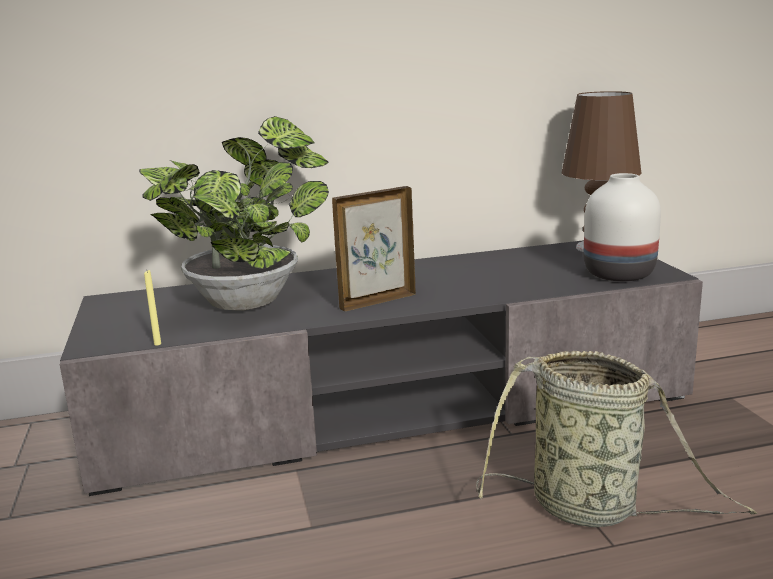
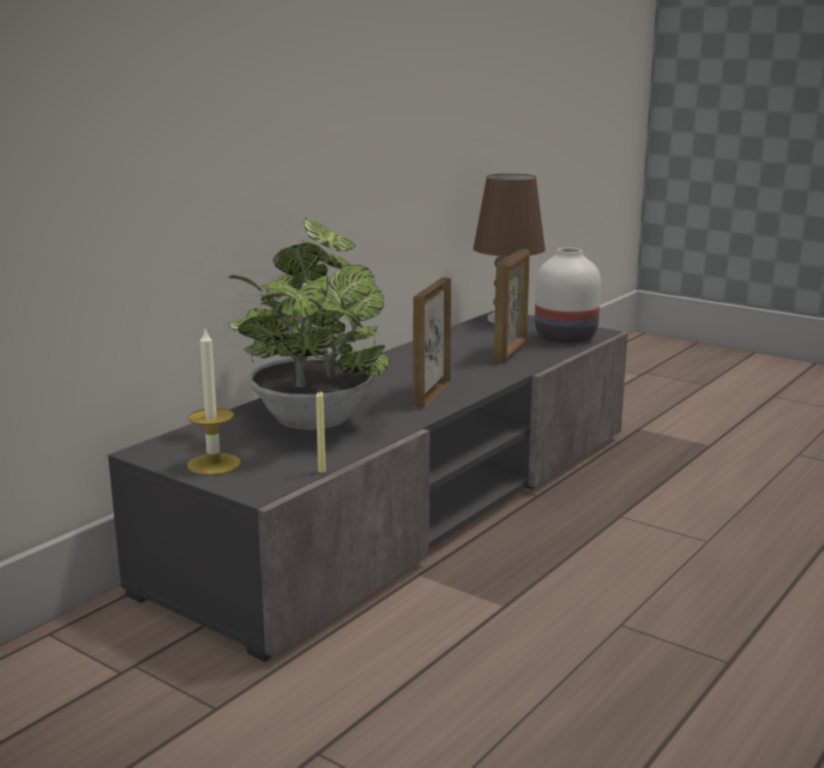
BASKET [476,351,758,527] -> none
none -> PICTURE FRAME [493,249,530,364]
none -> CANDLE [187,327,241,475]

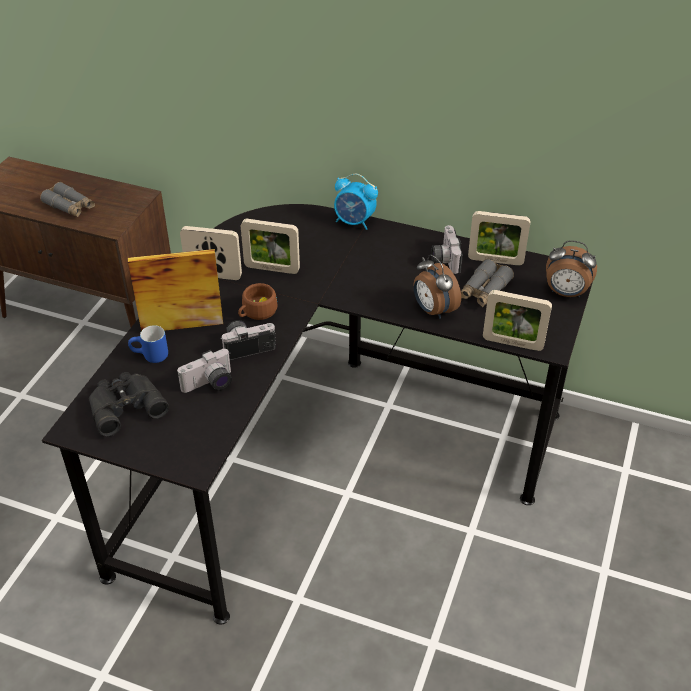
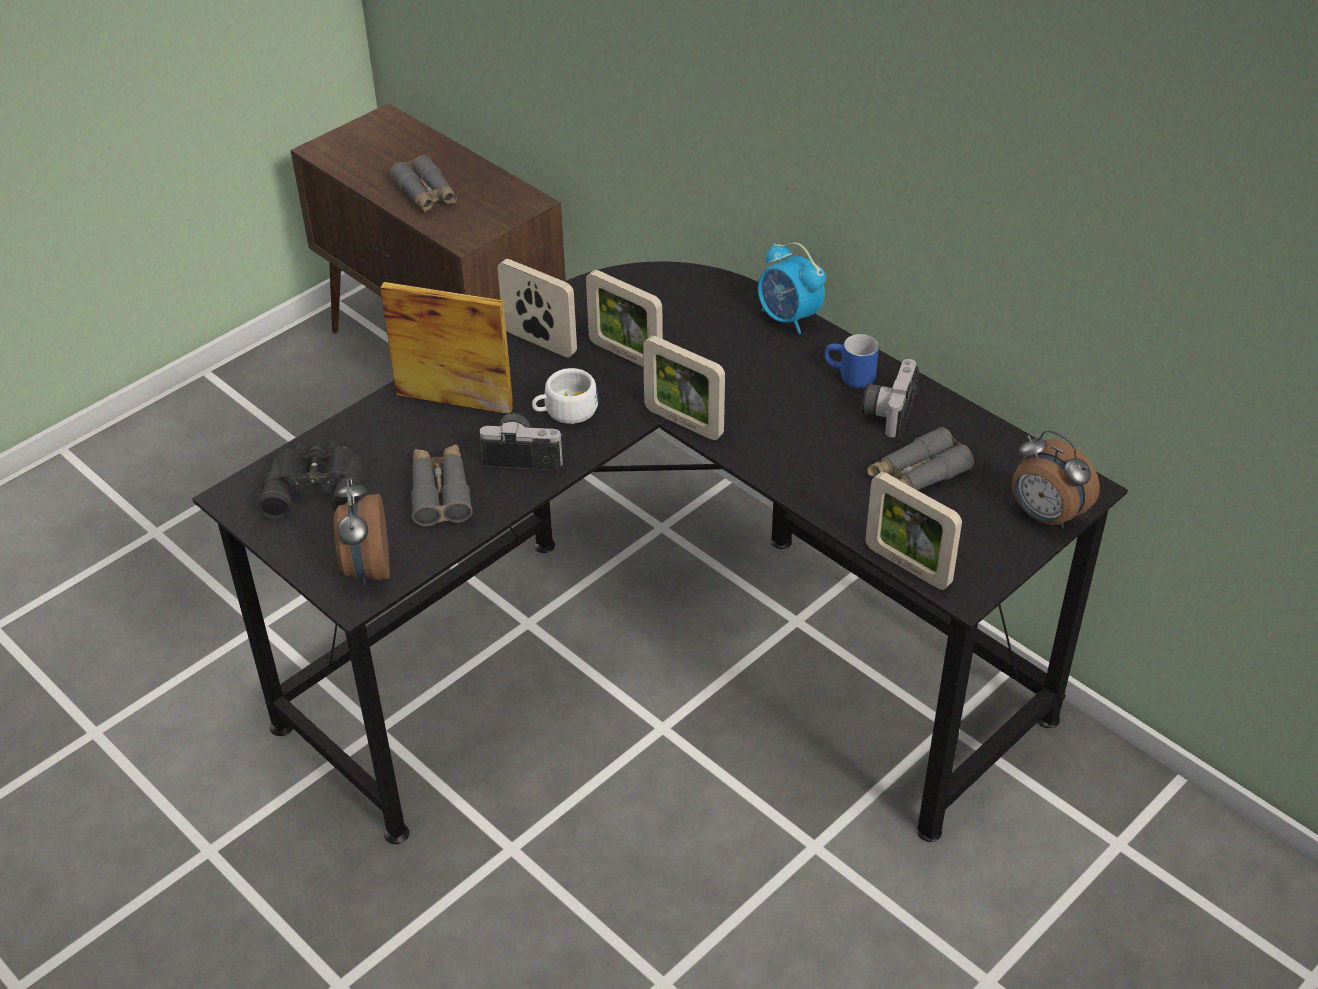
PICTURE FRAME [468,211,530,266] -> PICTURE FRAME [643,336,725,440], relocated
ALARM CLOCK [414,255,461,319] -> ALARM CLOCK [334,478,390,586], relocated
BROWN CUP [238,283,278,320] -> WHITE CUP [532,368,598,424]
BLUE MUG [128,325,168,363] -> BLUE MUG [824,334,879,388], relocated
PHOTO CAMERA [177,349,232,393] -> GREY BINOCULARS [411,444,473,526]

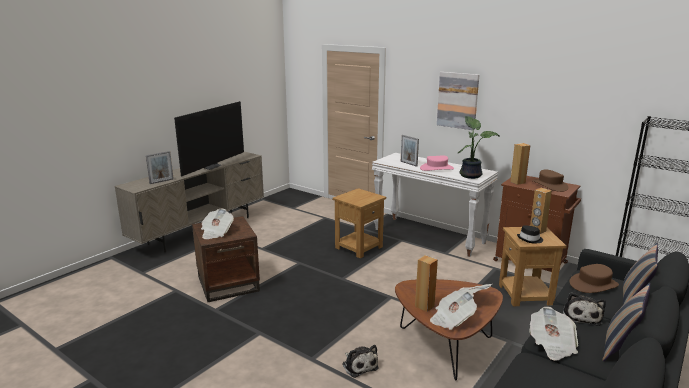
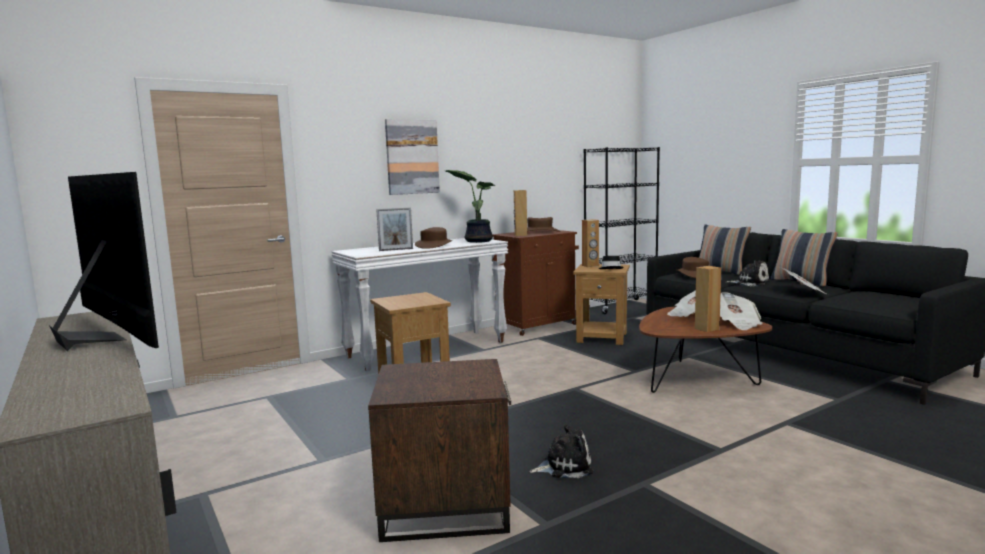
PICTURE FRAME [146,151,174,184] -> none
PINK HAT [420,155,454,171] -> BROWN HAT [415,227,452,249]
NEWSPAPER [201,209,234,239] -> none
PLUSH TOY [342,345,378,378] -> PLUSH TOY [530,424,593,478], relocated

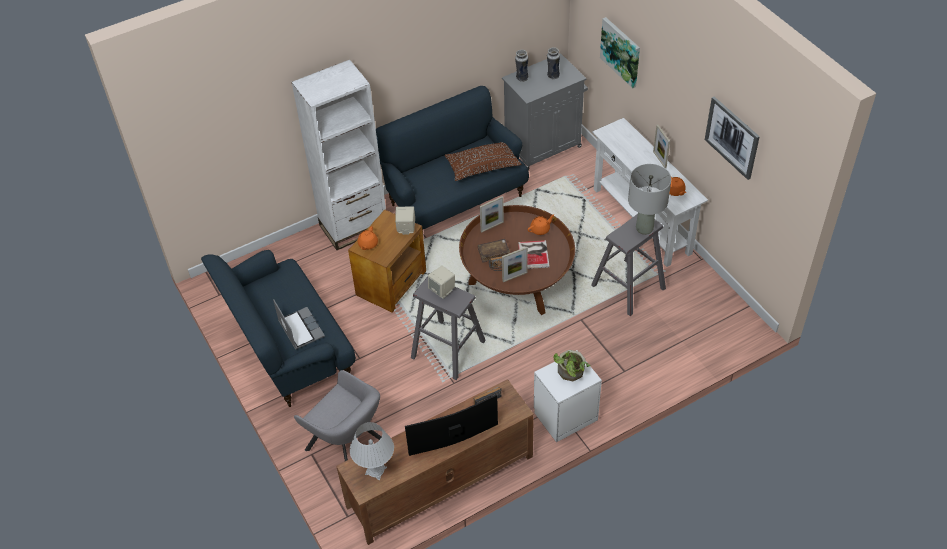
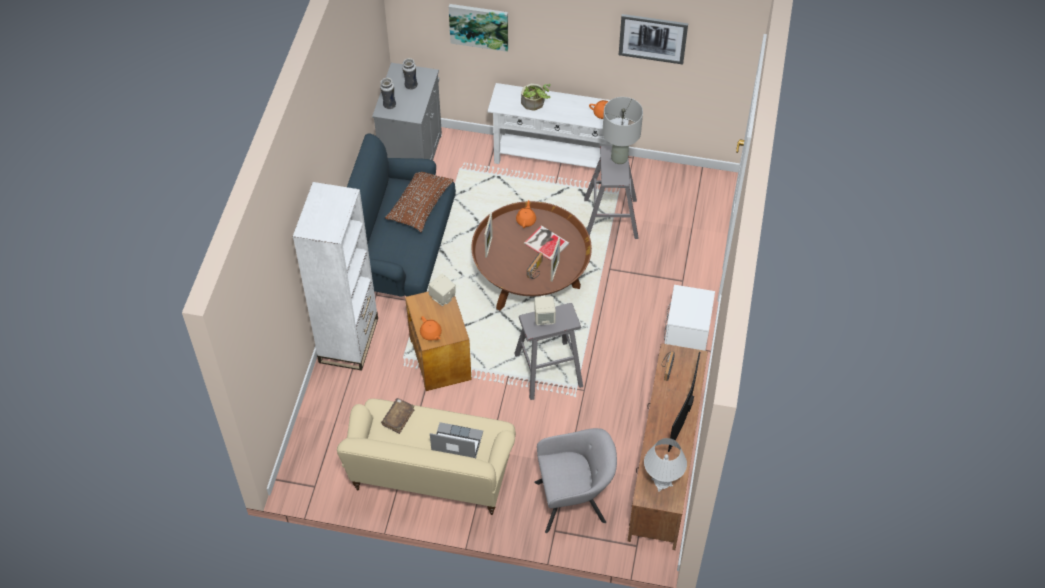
PICTURE FRAME [653,125,670,168] -> none
BROWN BOOK [478,239,510,263] -> BROWN BOOK [381,398,415,434], relocated
BLUE SOFA [201,250,356,407] -> BEIGE SOFA [337,398,516,515]
POTTED PLANT [553,350,590,381] -> POTTED PLANT [521,83,551,111], relocated

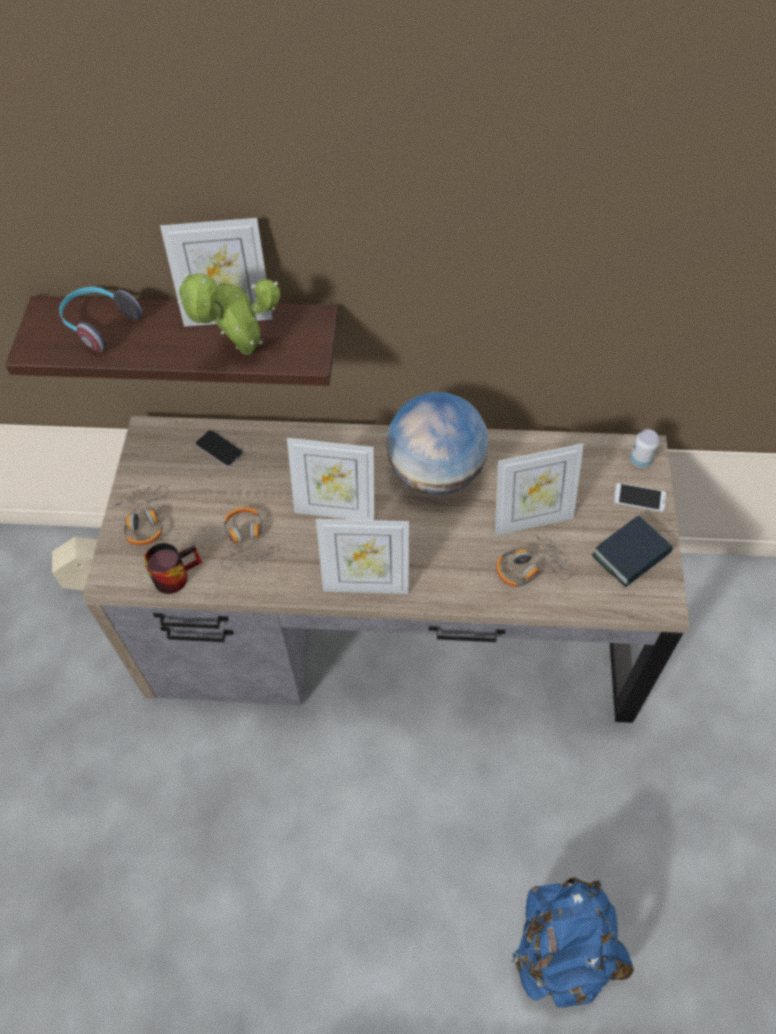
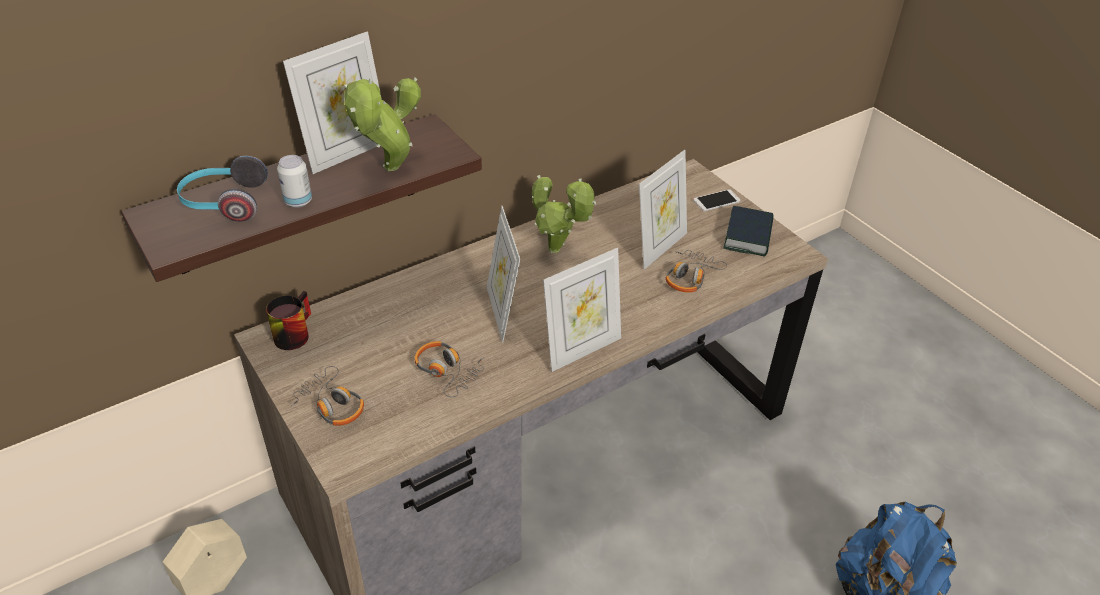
GLOBE [386,392,489,495] -> POTTED PLANT [532,175,596,253]
CAN [630,429,659,468] -> CAN [277,155,312,208], relocated
PHONE [195,430,243,467] -> none
PICTURE FRAME [287,438,374,520] -> PICTURE FRAME [487,206,520,343], 105 degrees clockwise
MUG [144,543,202,594] -> MUG [266,291,311,350], relocated

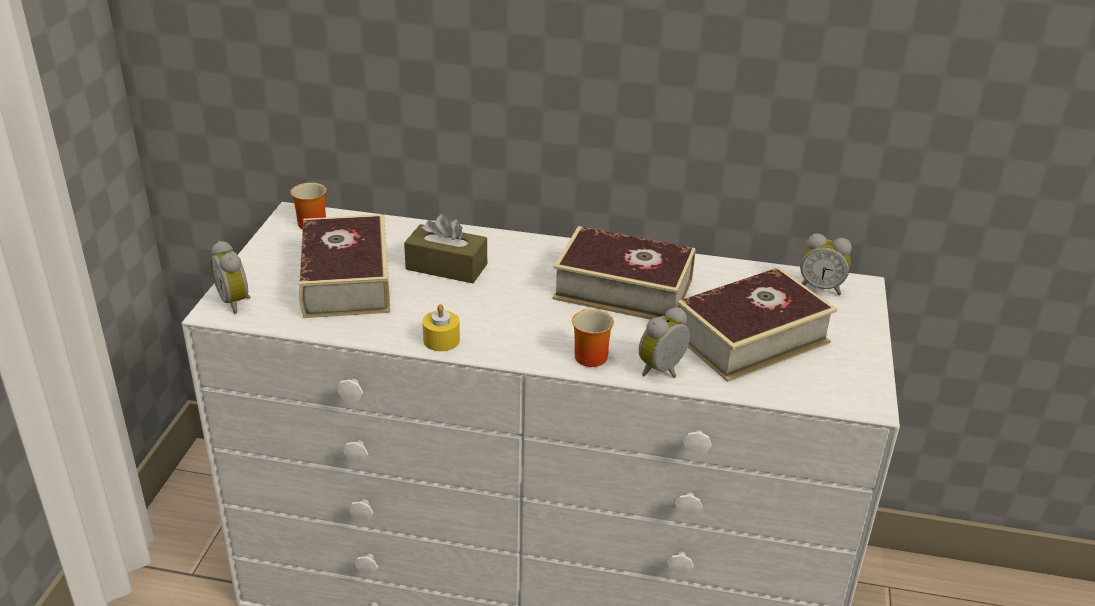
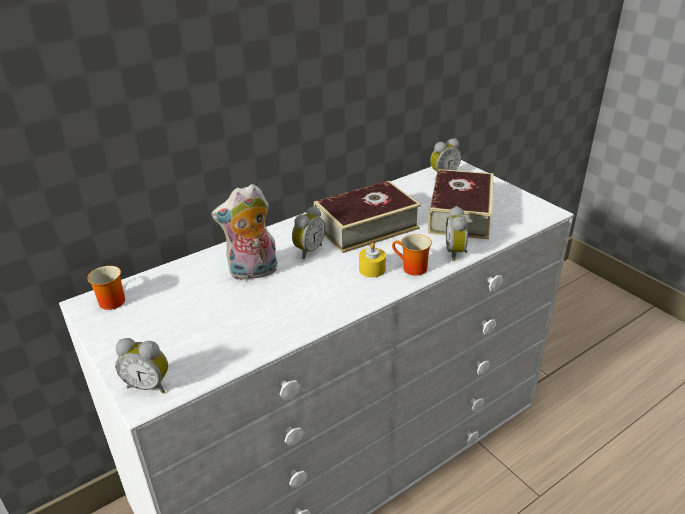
BROWN TISSUE BOX [404,214,487,283] -> PLUSH TOY [211,184,278,281]
BOOK [299,215,390,318] -> none
YELLOW CANDLE [423,304,460,351] -> YELLOW CANDLE [359,243,386,277], relocated
none -> ALARM CLOCK [292,206,325,259]

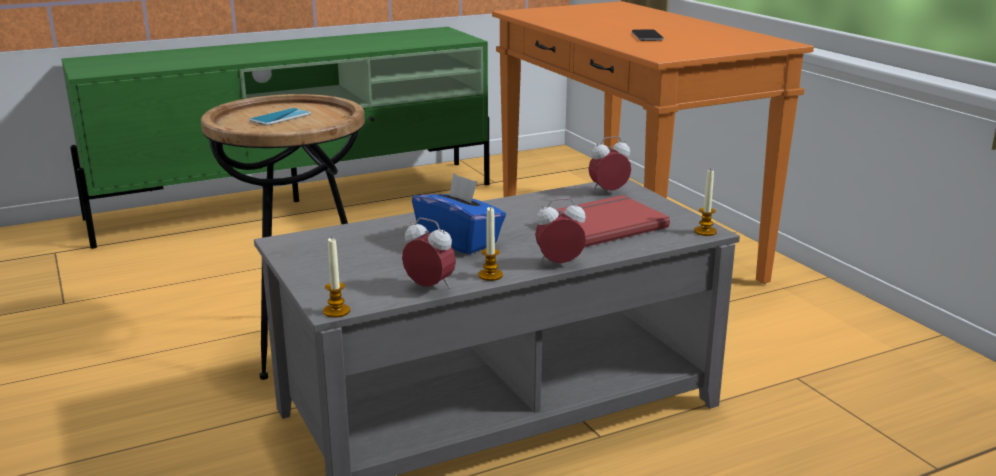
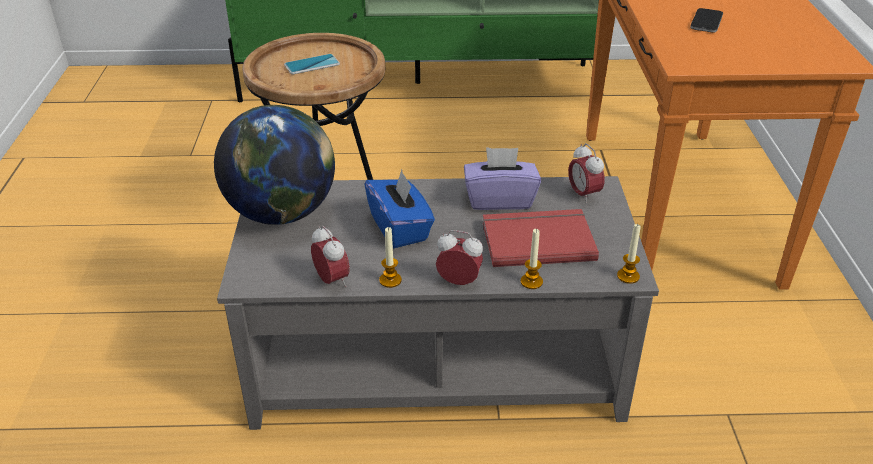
ALARM CLOCK [588,136,631,192] -> ALARM CLOCK [568,143,605,204], 120 degrees counterclockwise
CANDLE [323,238,350,318] -> CANDLE [521,229,543,289], relocated
none -> GLOBE [214,105,335,225]
none -> PURPLE TISSUE BOX [464,147,541,210]

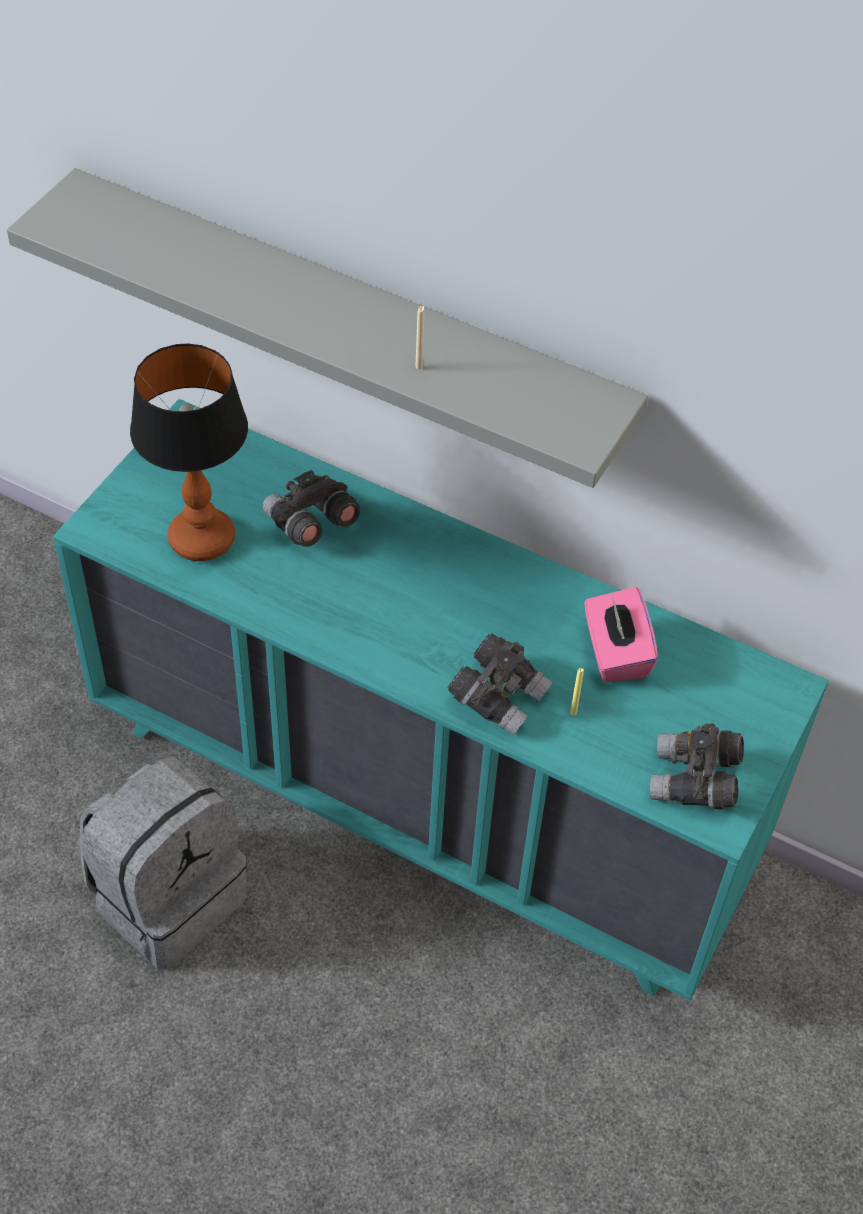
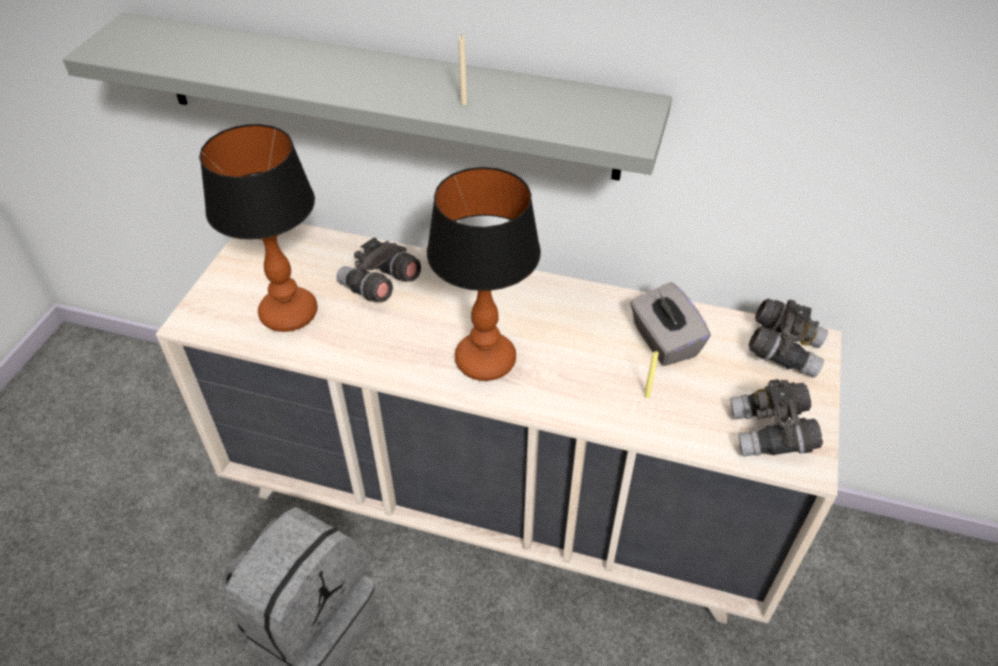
TURQUOISE DRESSER [53,399,829,1000] -> BEIGE DRESSER [156,223,841,624]
PINK TISSUE BOX [584,587,658,682] -> GREY TISSUE BOX [630,282,711,366]
GREY BINOCULARS [448,634,553,735] -> GREY BINOCULARS [749,299,828,378], relocated
none -> TABLE LAMP [427,167,541,381]

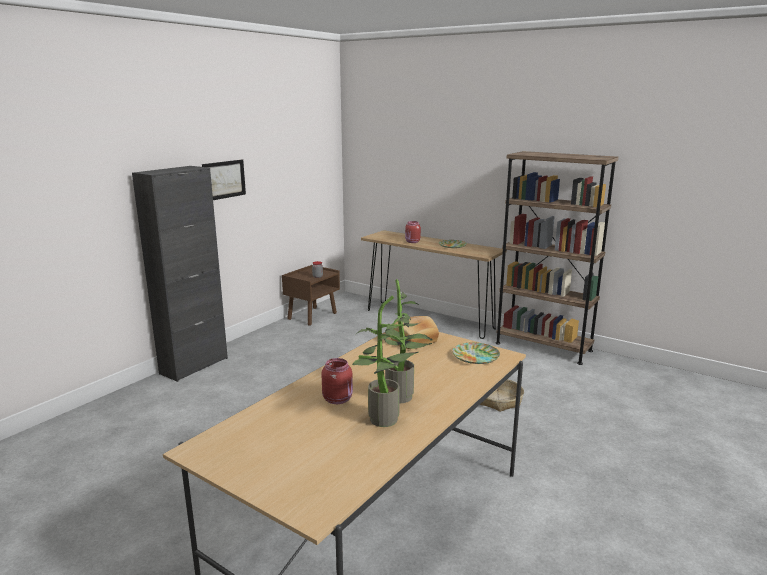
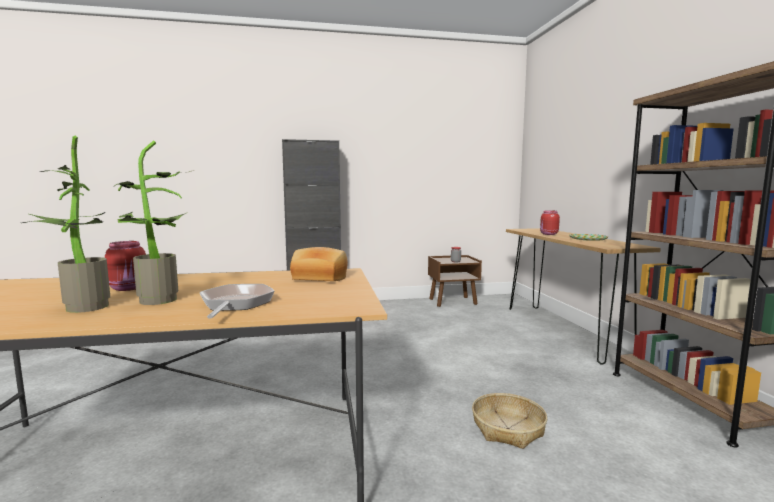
PICTURE [202,159,246,200] -> none
PLATE [452,342,500,364] -> none
none -> FRYING PAN [200,284,275,319]

